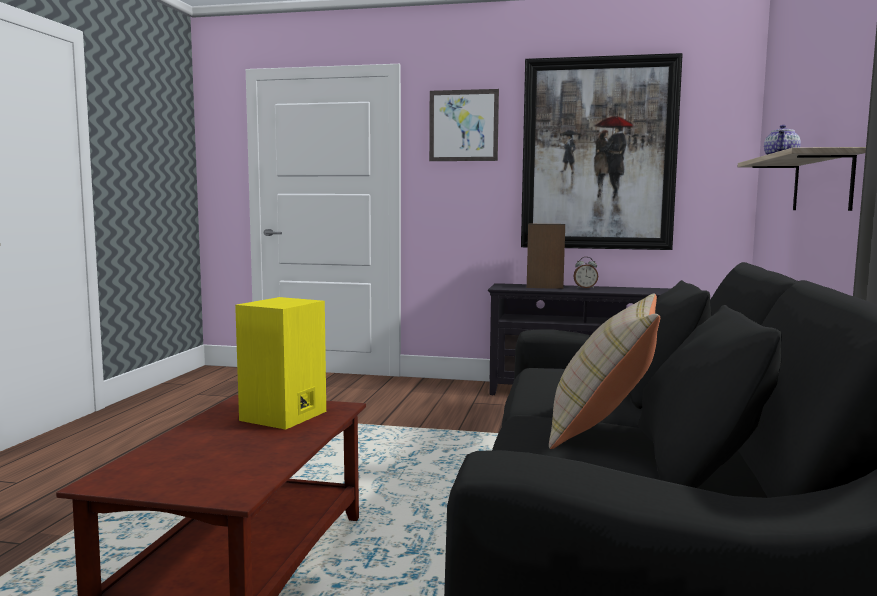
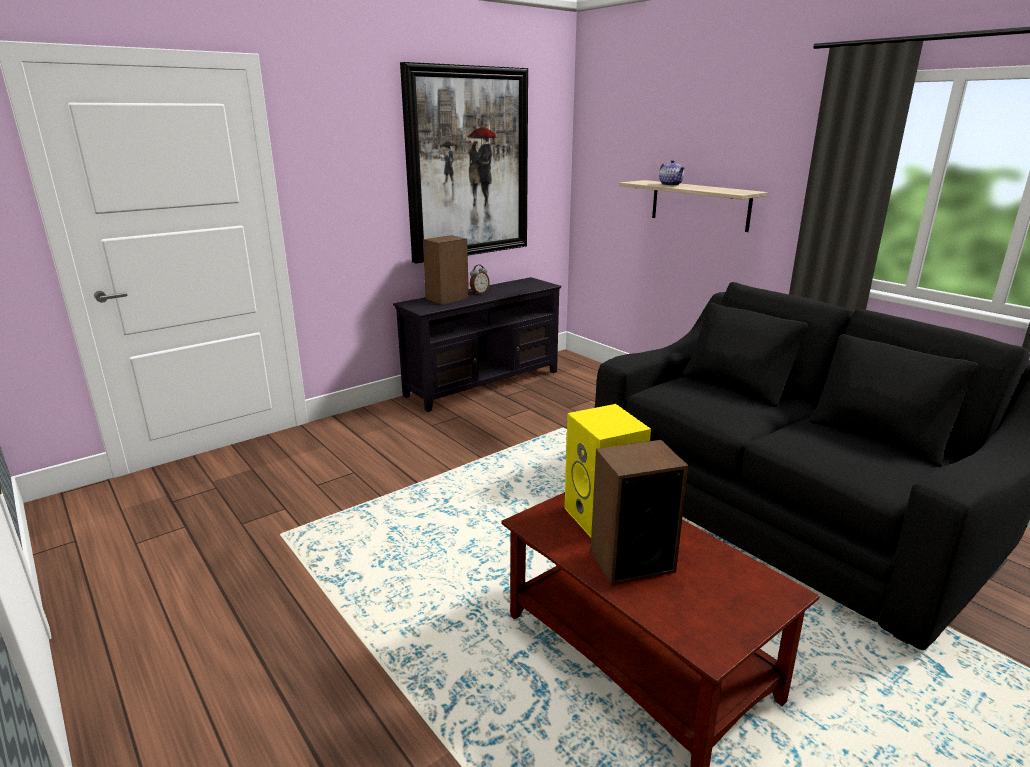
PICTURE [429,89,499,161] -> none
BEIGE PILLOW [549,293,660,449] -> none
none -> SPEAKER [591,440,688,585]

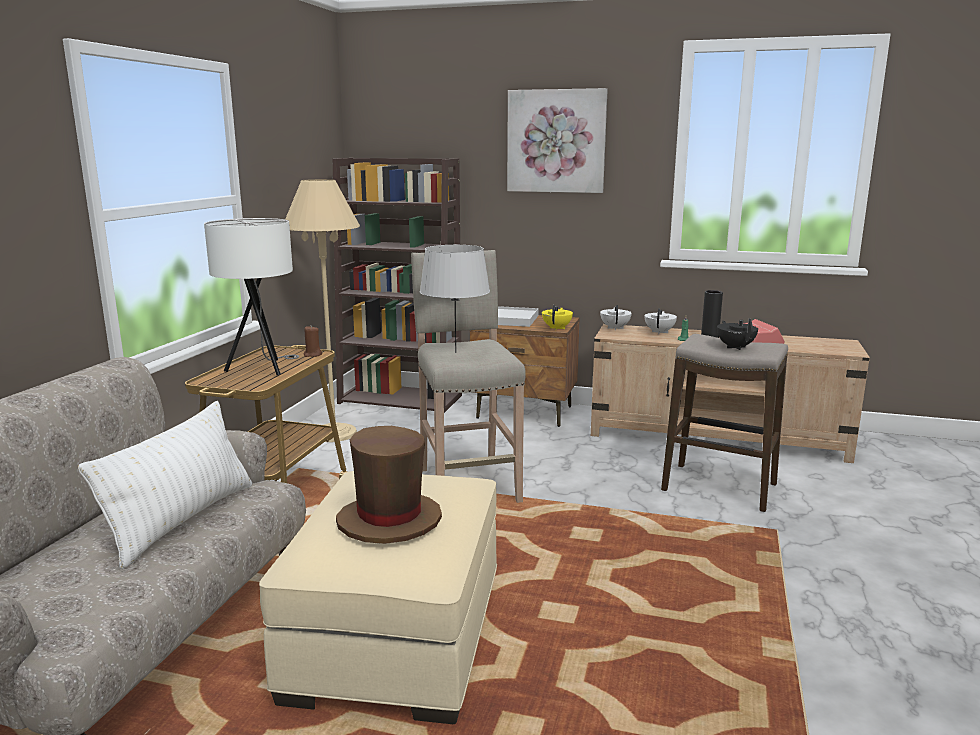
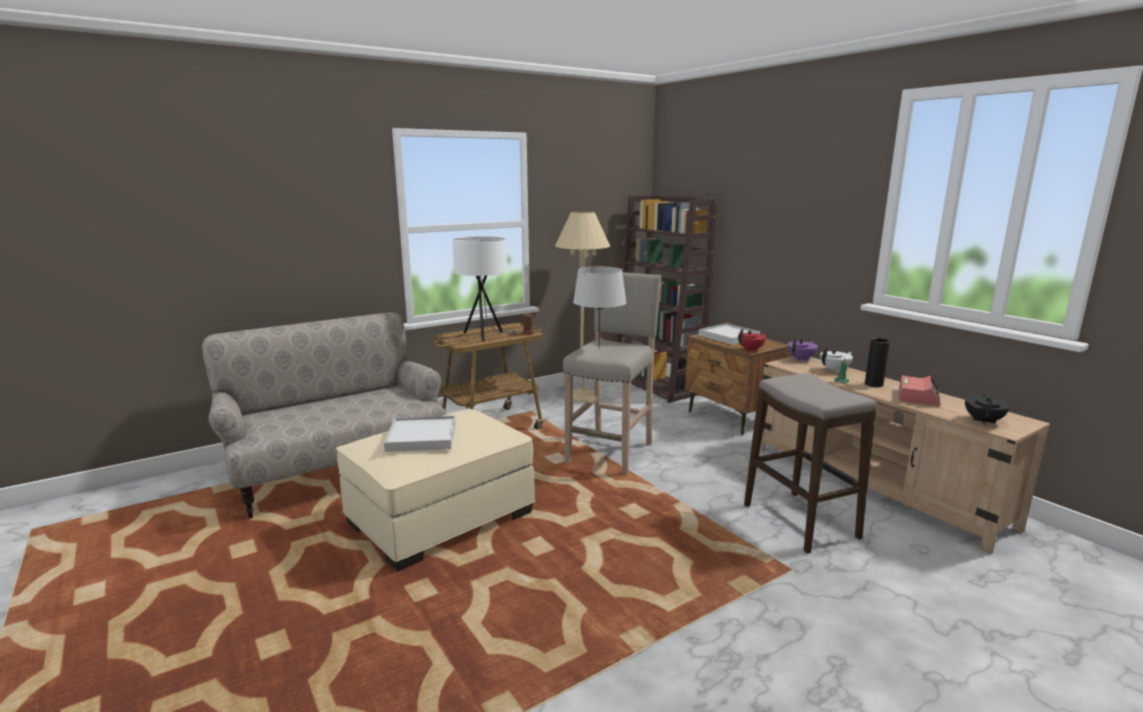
PICTURE [507,88,608,193] -> none
YELLOW TEAPOT [542,305,573,330] -> RED TEAPOT [738,329,766,352]
WHITE TEAPOT [600,305,632,330] -> PURPLE TEAPOT [788,338,818,361]
BLACK TEAPOT [717,318,758,350] -> BLACK TEAPOT [965,394,1010,424], relocated
WHITE PILLOW [78,401,253,569] -> none
BROWN HAT [336,426,442,544] -> WHITE TRAY [384,416,456,452]

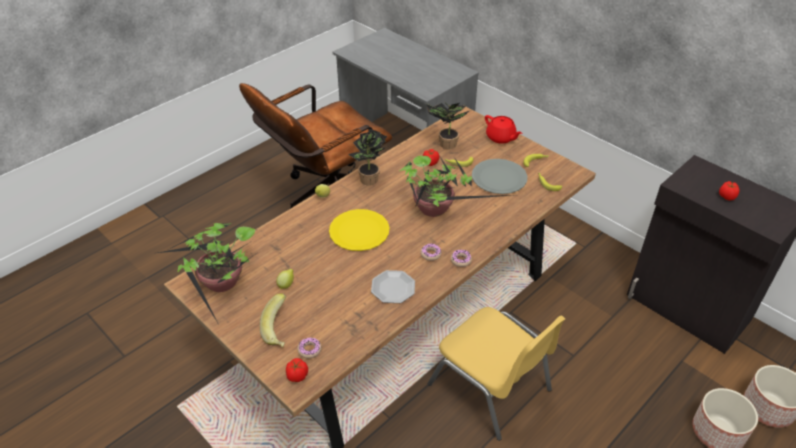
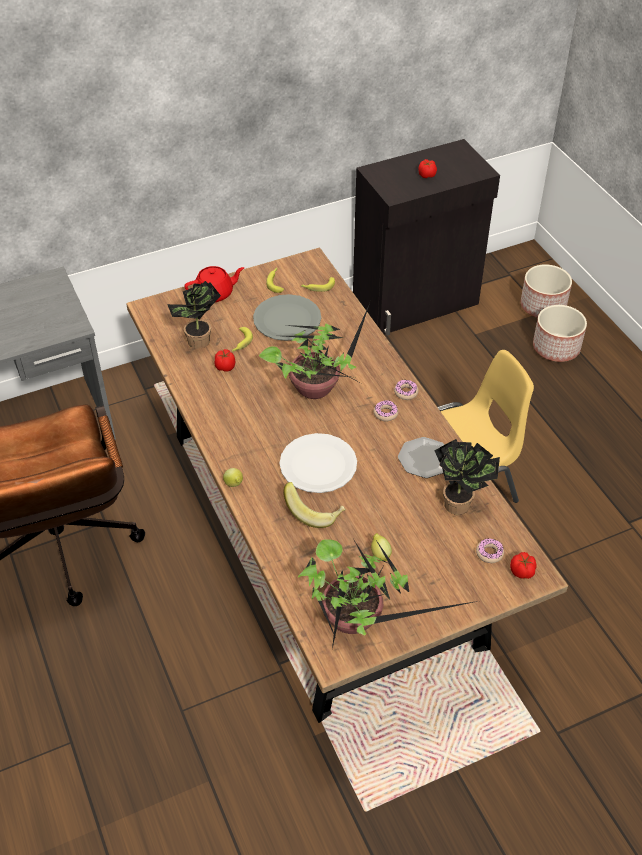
POTTED PLANT [348,129,388,185] -> POTTED PLANT [434,439,500,515], relocated
YELLOW PLATE [329,209,390,251] -> WHITE PLATE [279,433,357,493]
BANANA [260,293,286,347] -> BANANA [283,482,346,528], relocated

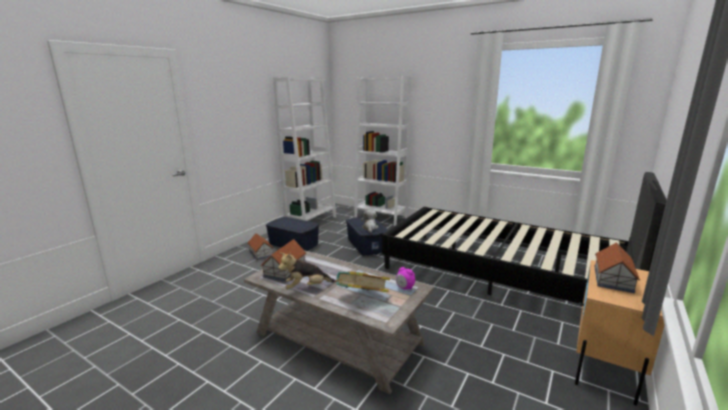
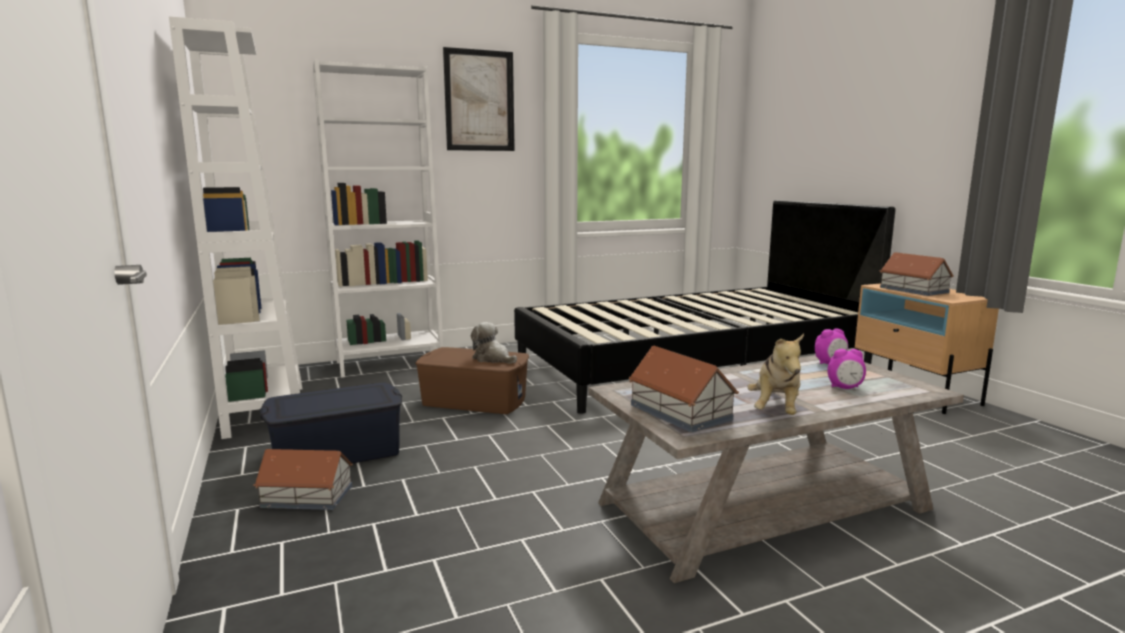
BLUE STORAGE BOX [346,217,388,255] -> BROWN STORAGE BOX [416,347,529,414]
BOOK [334,272,390,292] -> ALARM CLOCK [827,349,866,389]
none -> PICTURE [443,47,515,151]

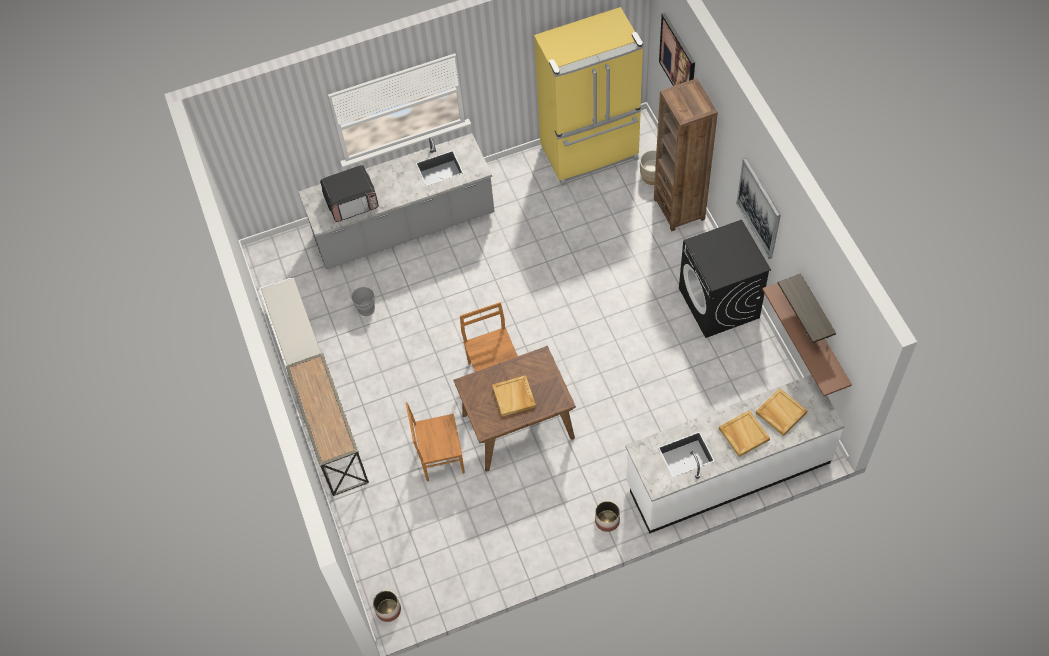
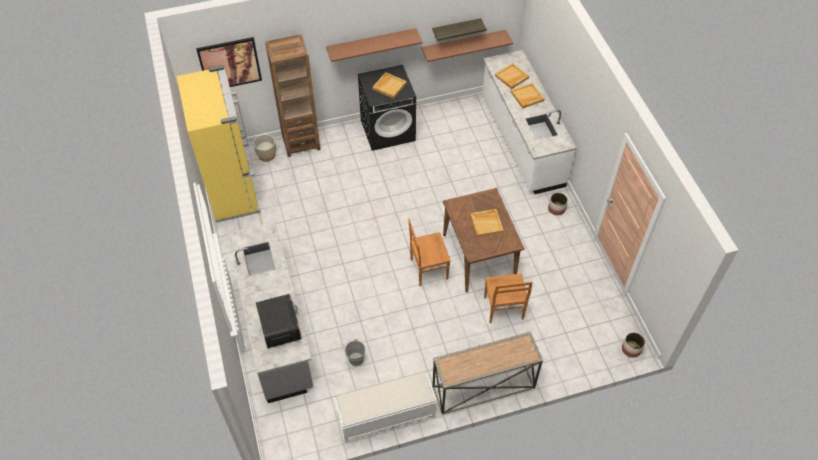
PICTURE [736,158,781,259] -> BROWN SHELF [326,28,423,62]
none -> BEIGE TRAY [373,72,406,99]

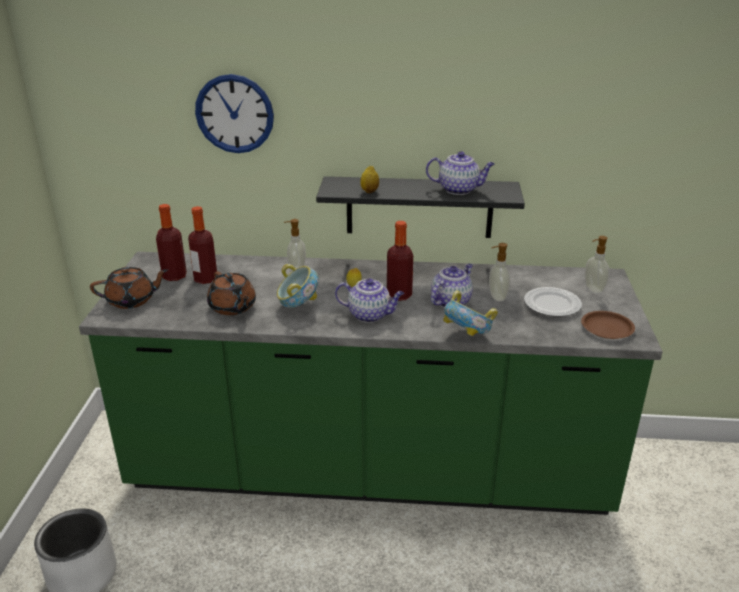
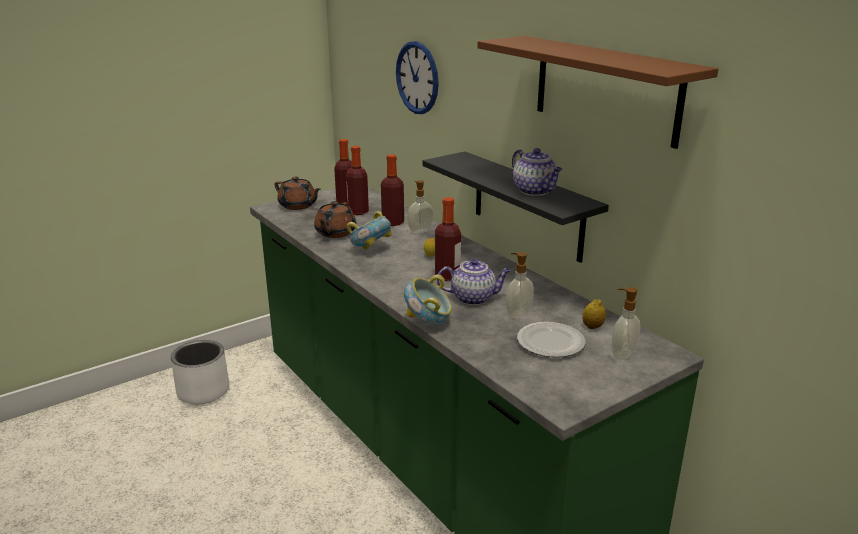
LEMON [360,166,379,193] -> LEMON [582,299,606,329], relocated
TEAPOT [335,278,404,323] -> none
BROWN PLATE [581,311,635,339] -> none
none -> BROWN SHELF [477,36,718,149]
none -> BOTTLE [381,154,404,226]

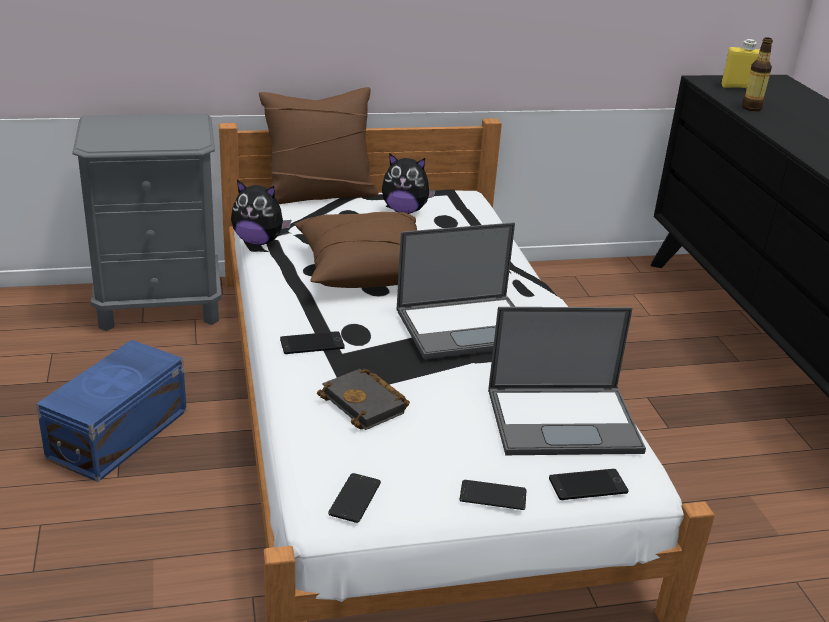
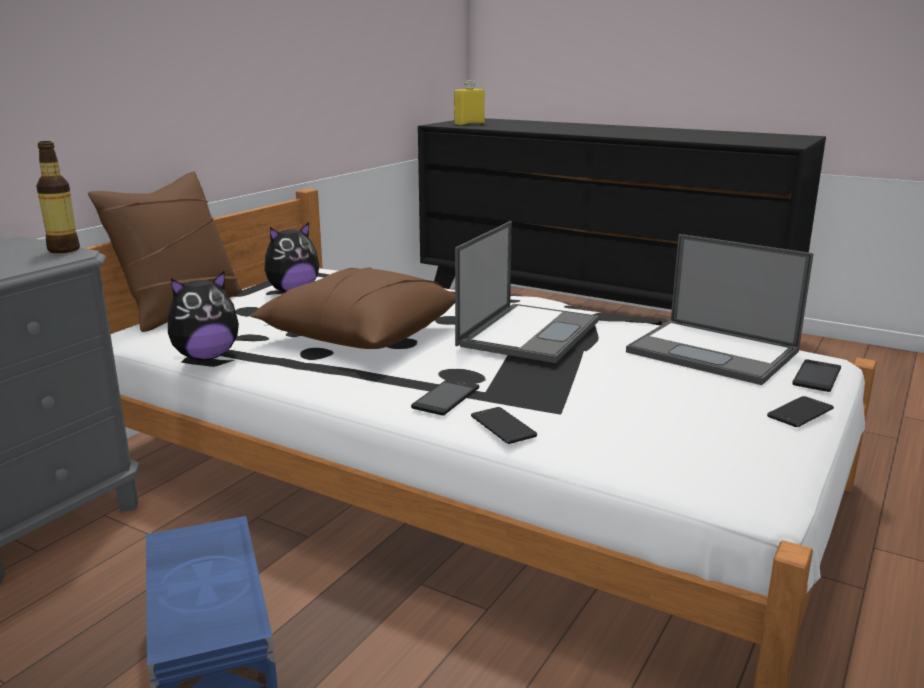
BOTTLE [742,37,773,112] -> BOTTLE [36,141,80,253], relocated
LAPTOP [488,307,646,455] -> LAPTOP [626,234,814,385], 90 degrees clockwise
BLACK BOOK [317,369,410,430] -> none
PHONE [328,473,381,523] -> PHONE [471,407,537,444], relocated

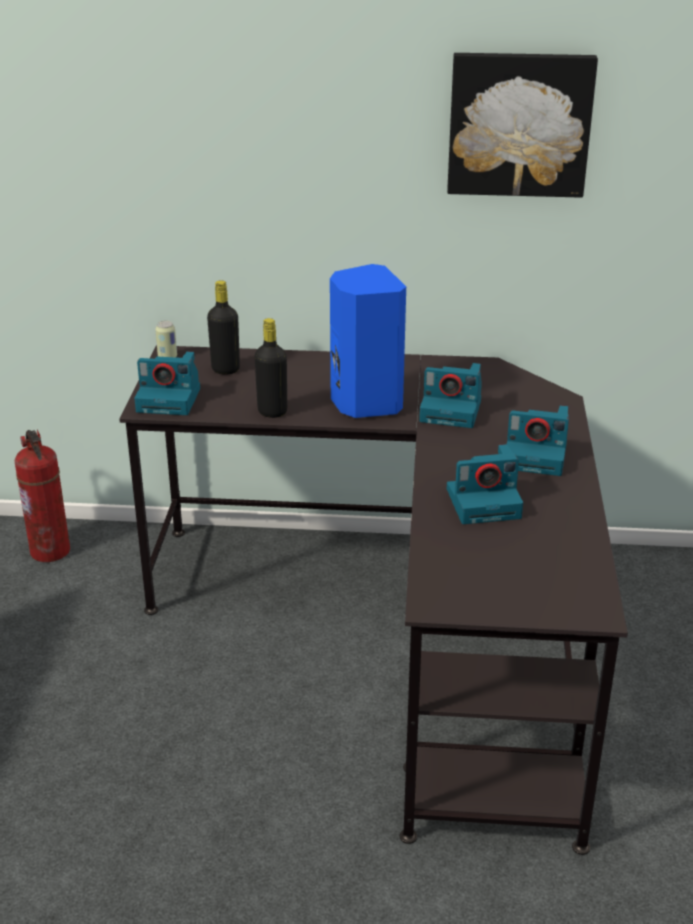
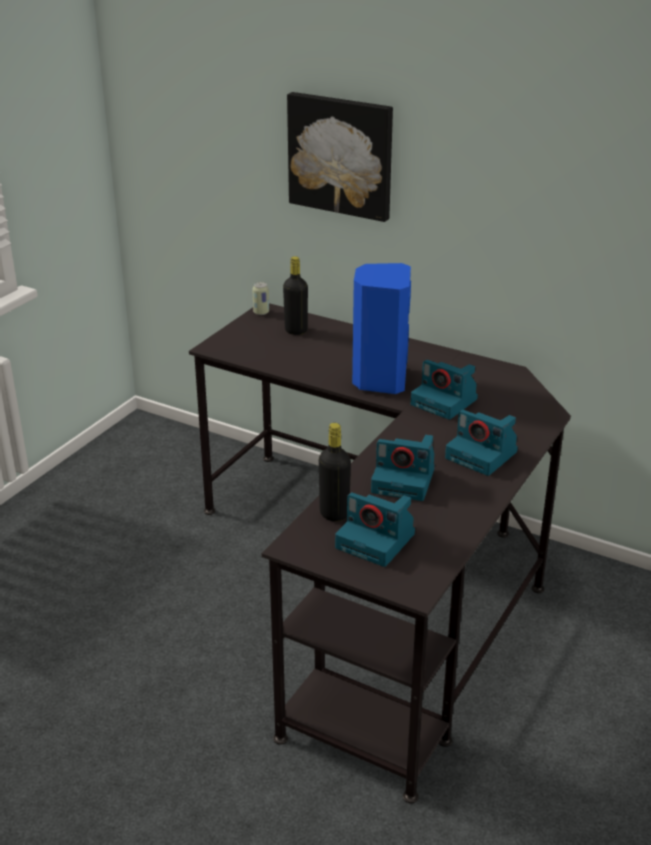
PICTURE [447,53,598,198] -> PICTURE [287,92,393,222], relocated
BLACK BOTTLE [254,318,287,418] -> BLACK BOTTLE [319,423,351,521], relocated
PHOTO CAMERA [134,352,200,415] -> PHOTO CAMERA [335,492,415,567], relocated
FIRE EXTINGUISHER [15,430,70,562] -> none

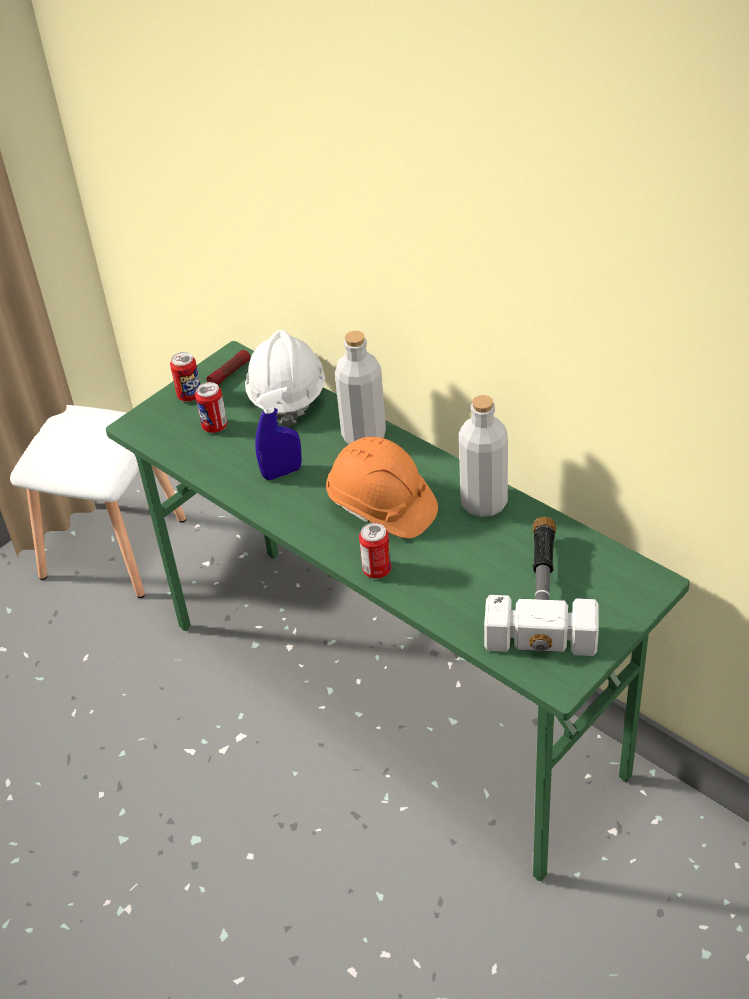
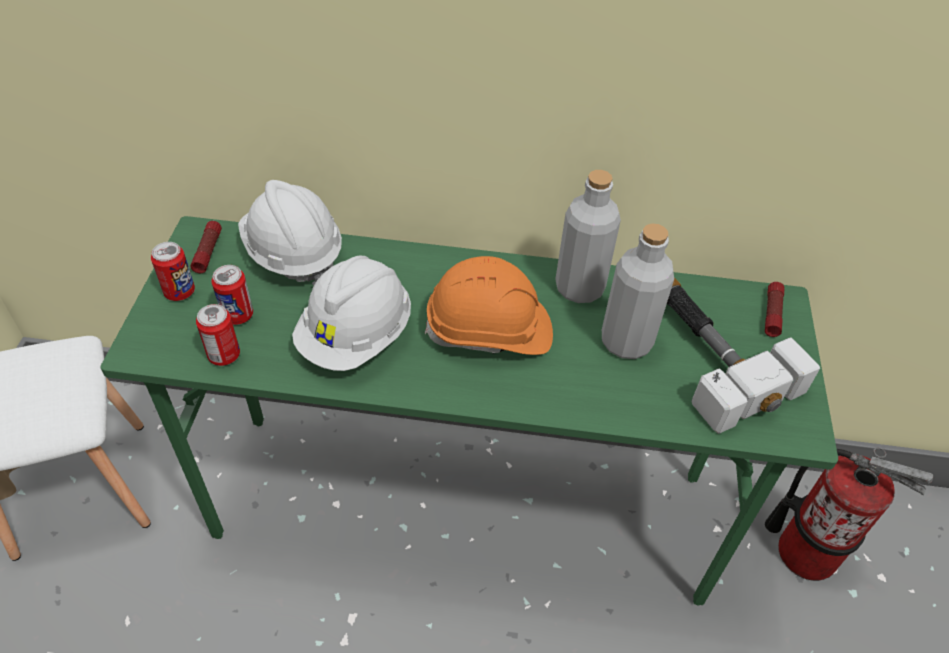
GREY BOTTLE [335,331,386,444] -> GREY BOTTLE [602,224,674,359], relocated
BLUE SPRAY BOTTLE [255,387,302,480] -> WHITE HARD HAT [292,256,411,371]
CAN [359,523,391,579] -> CAN [196,304,240,366], relocated
none -> FLASHLIGHT [765,282,784,337]
none -> FIRE EXTINGUISHER [765,447,933,581]

